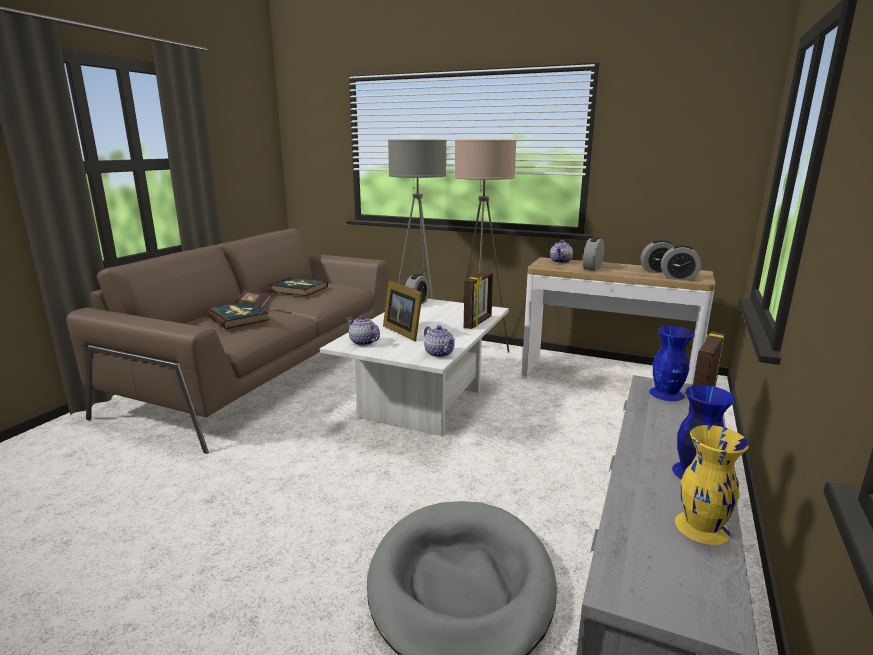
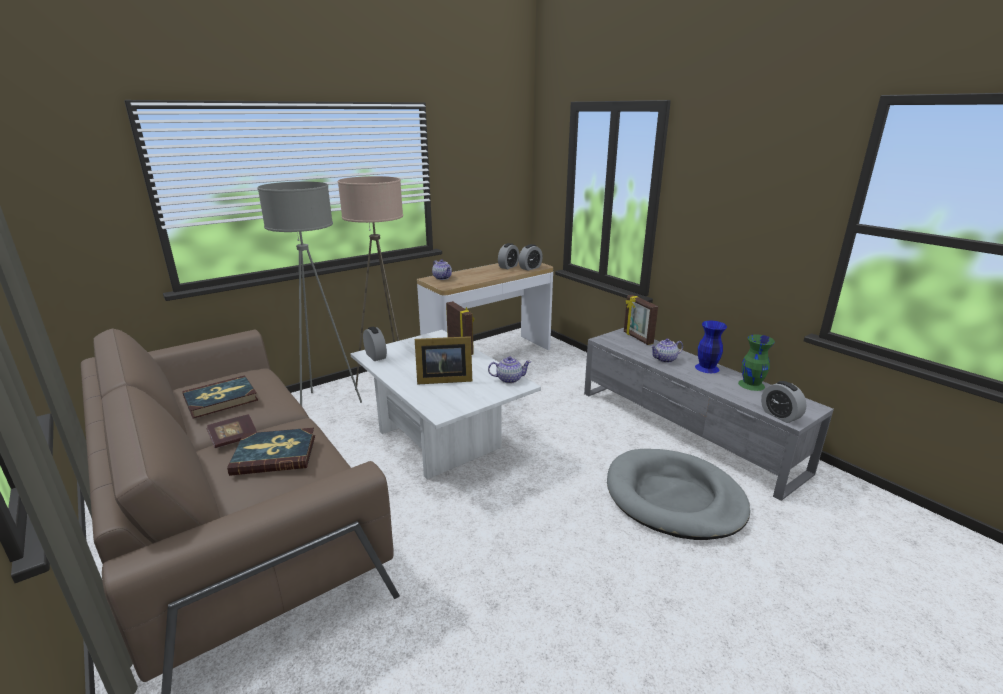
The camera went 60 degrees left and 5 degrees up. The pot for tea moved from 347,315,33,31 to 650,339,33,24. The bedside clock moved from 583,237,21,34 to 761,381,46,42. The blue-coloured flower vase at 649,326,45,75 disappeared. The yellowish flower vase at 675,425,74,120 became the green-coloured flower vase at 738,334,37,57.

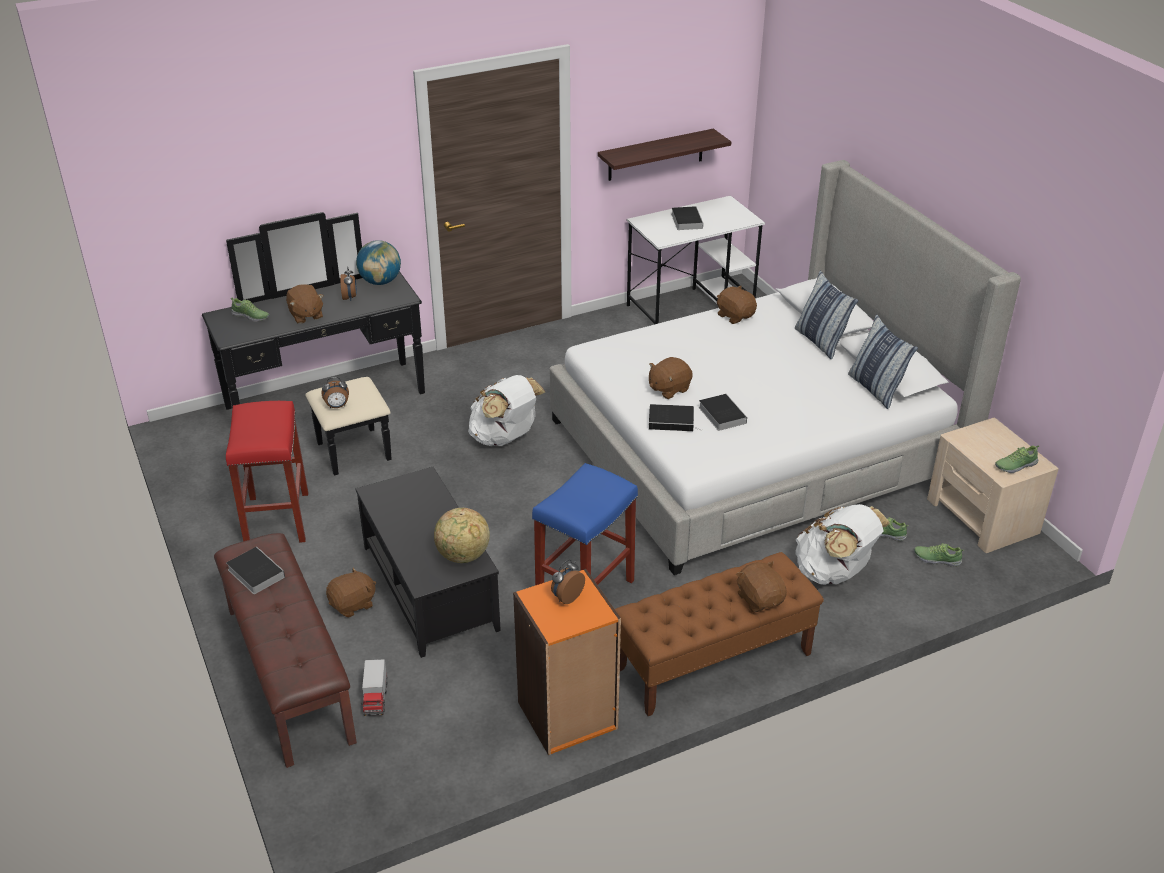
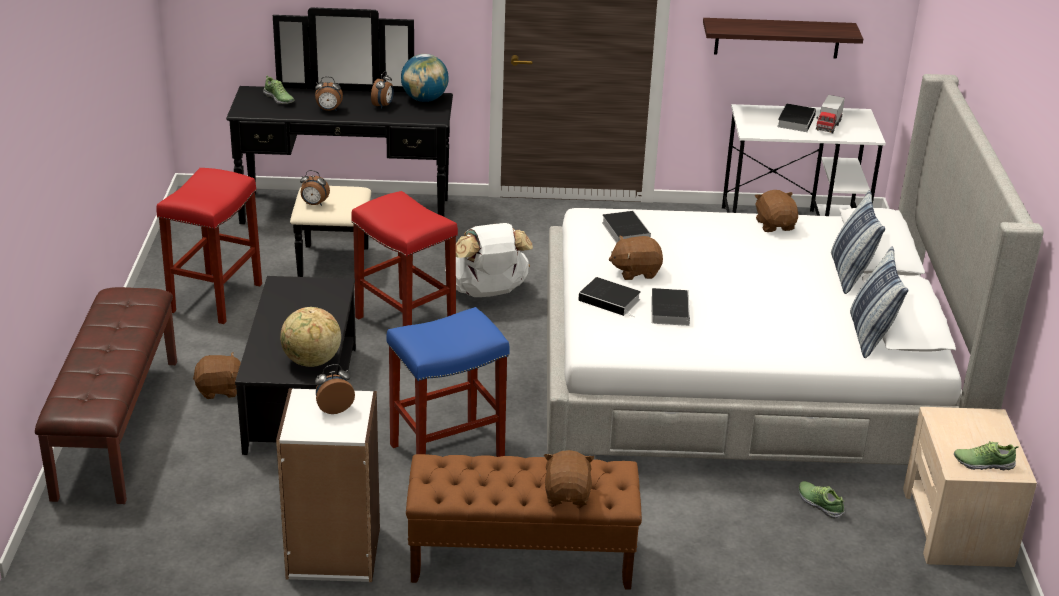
The camera went 25 degrees right and 5 degrees down. The bound book moved from 226,547,59,47 to 602,211,49,32. The brown soft toy at 286,284,38,40 was replaced by the bedside clock at 315,76,28,35. The model truck moved from 361,659,26,57 to 816,95,29,38. The orange shelving unit at 513,569,108,186 became the whitish shelving unit at 276,388,104,194. The whitish rucksack at 796,504,94,81 disappeared. The item of footwear at 914,543,50,24 disappeared. The red stool seat at 351,191,107,135 appeared.

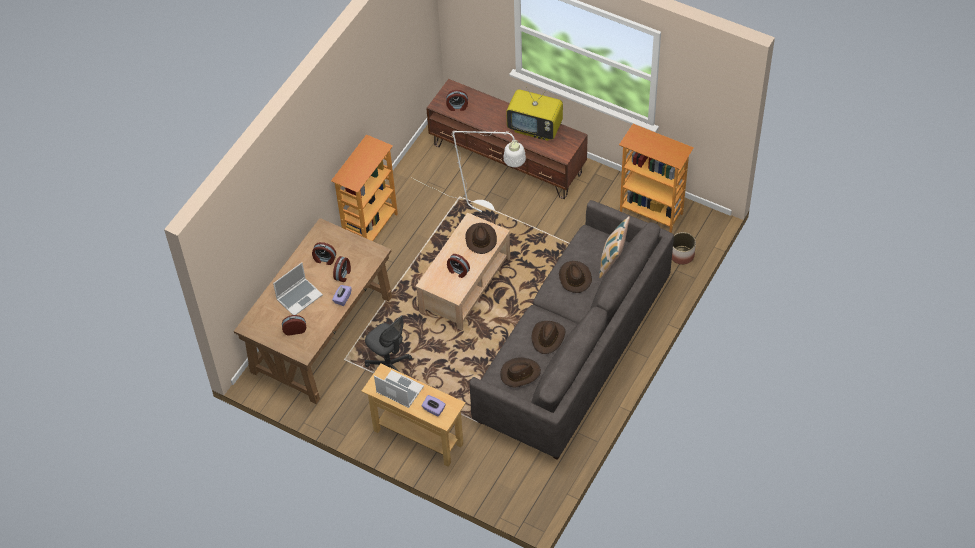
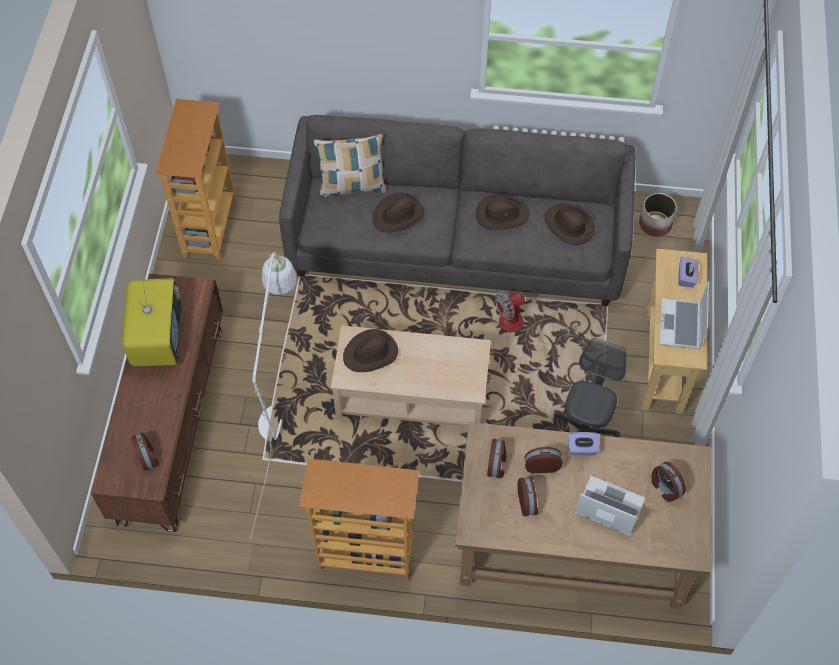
The camera went 115 degrees left and 5 degrees up. The bedside clock moved from 447,254,23,24 to 487,439,19,39. The planter moved from 672,232,24,33 to 639,193,38,44. The fan at 495,291,75,53 appeared.

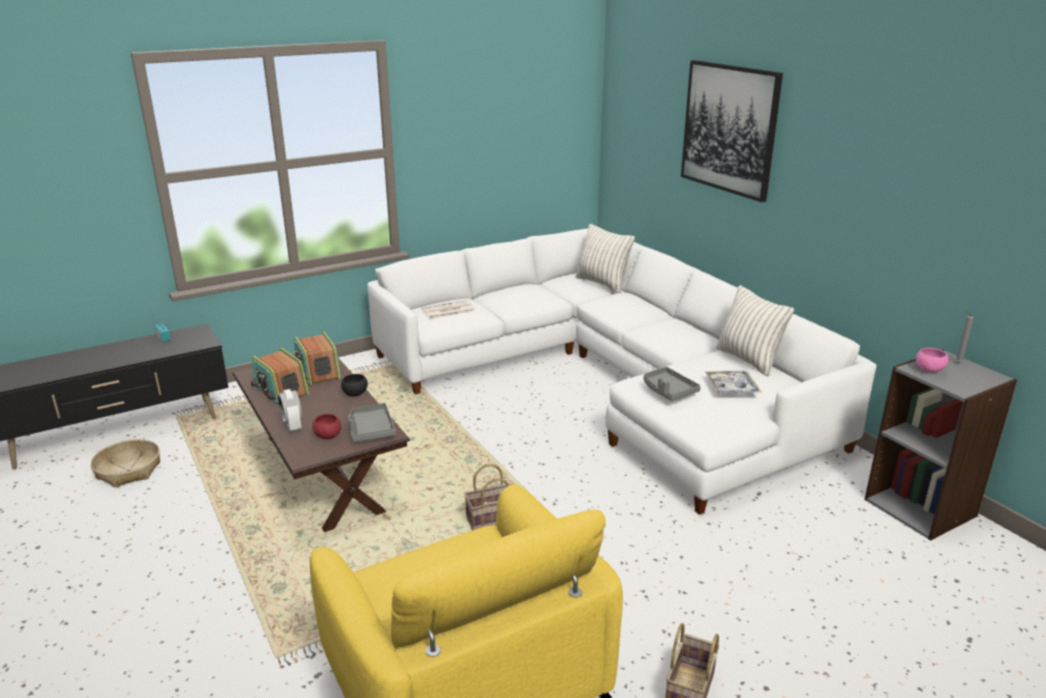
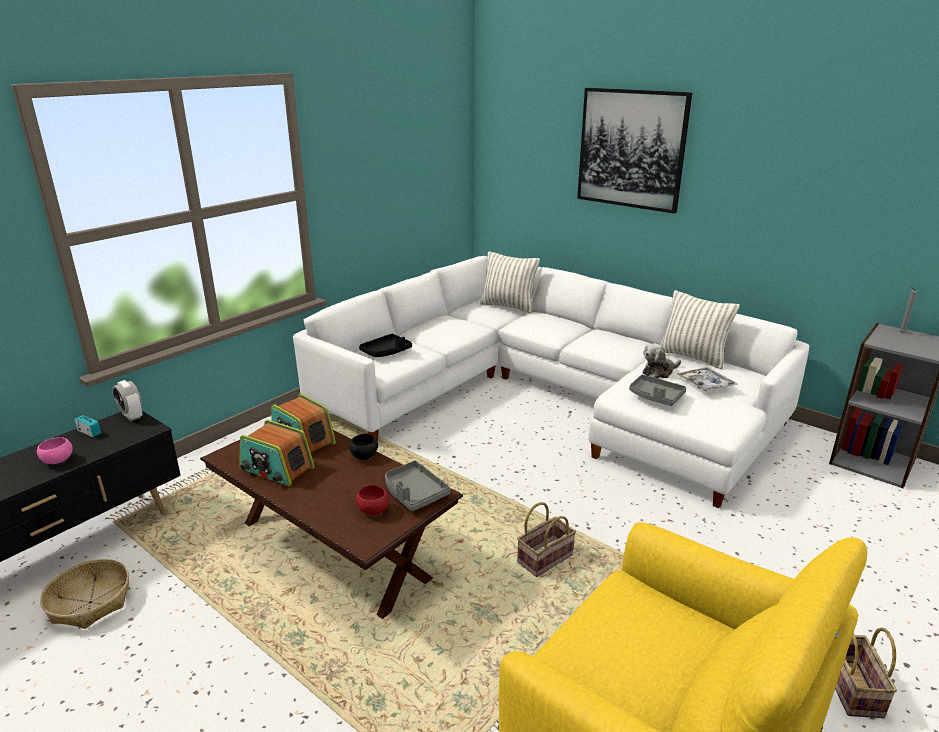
The camera went 20 degrees left and 0 degrees up. The bedside clock moved from 278,389,24,43 to 112,380,31,41. The printed paper at 421,300,54,19 was replaced by the black-coloured tray at 359,334,53,23. The pink serving bowl moved from 916,348,33,25 to 37,437,36,27. The soft toy at 642,343,39,35 appeared.

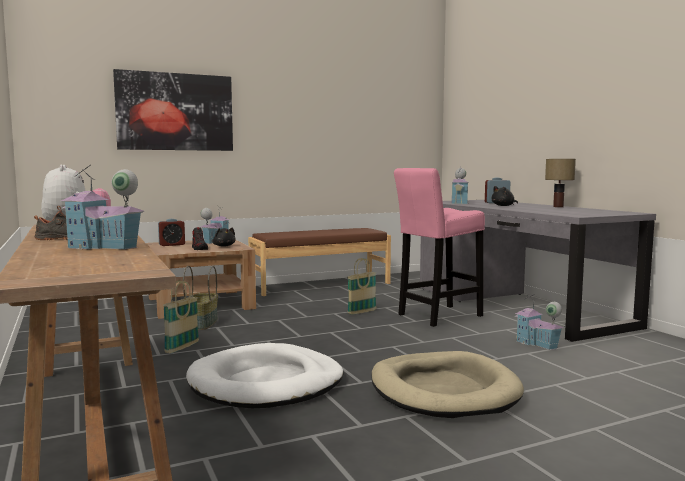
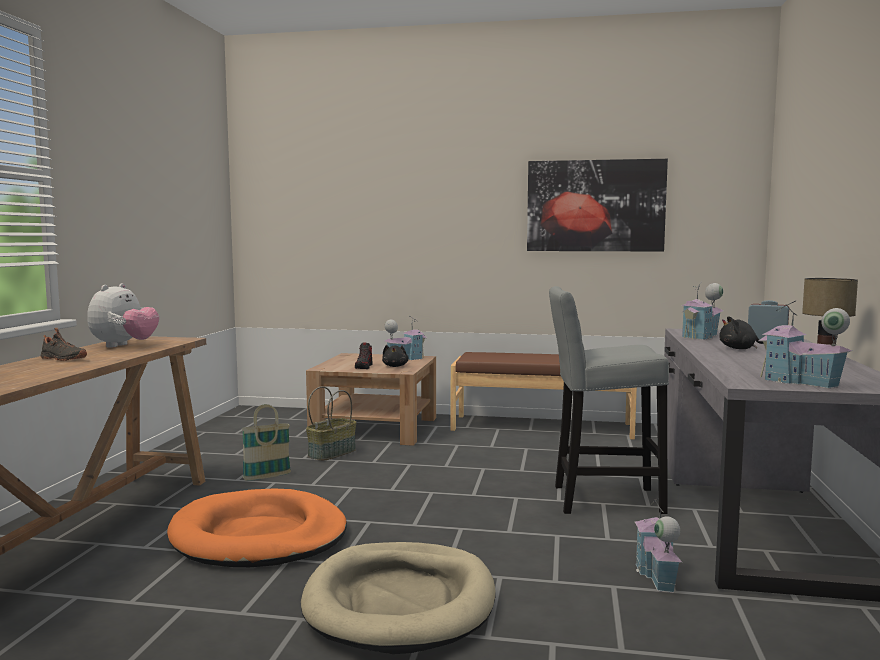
The camera went 35 degrees right and 0 degrees up. The model house moved from 61,164,83,86 to 758,300,94,88. The picture moved from 113,69,120,82 to 527,159,141,92. The bedside clock at 158,219,27,27 disappeared. The whitish dog bed at 186,343,157,65 became the orange dog bed at 167,488,180,79. The basket at 348,258,28,57 disappeared. The pink stool seat at 394,168,91,159 became the gray stool seat at 549,286,120,228.

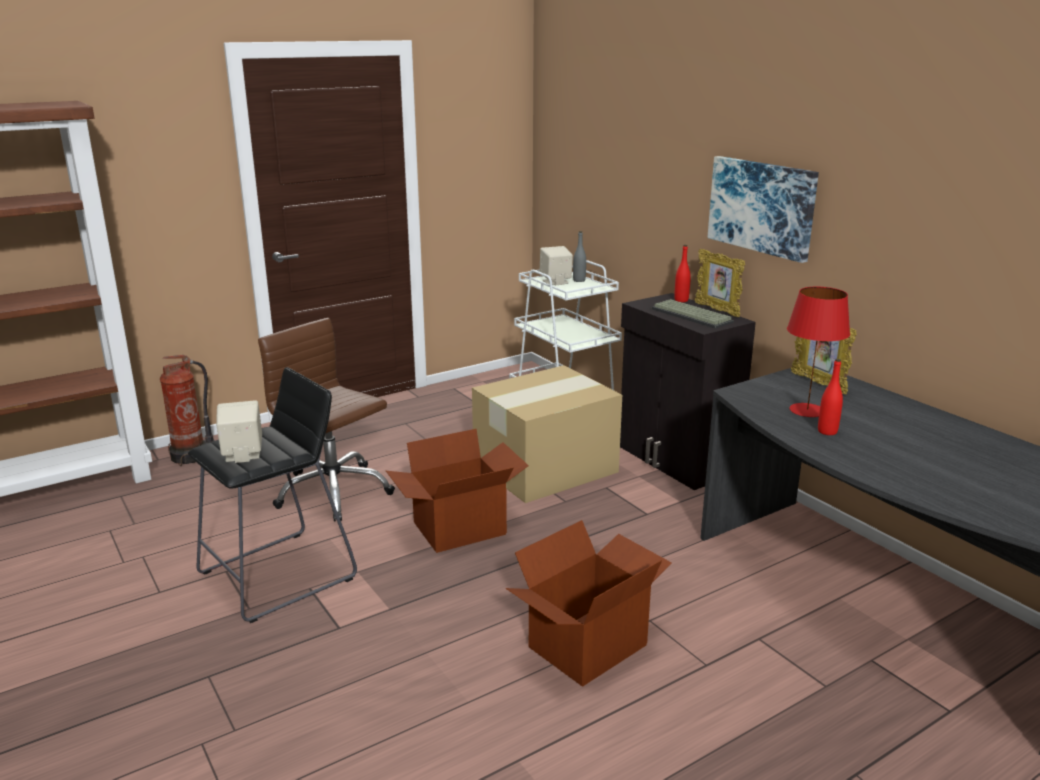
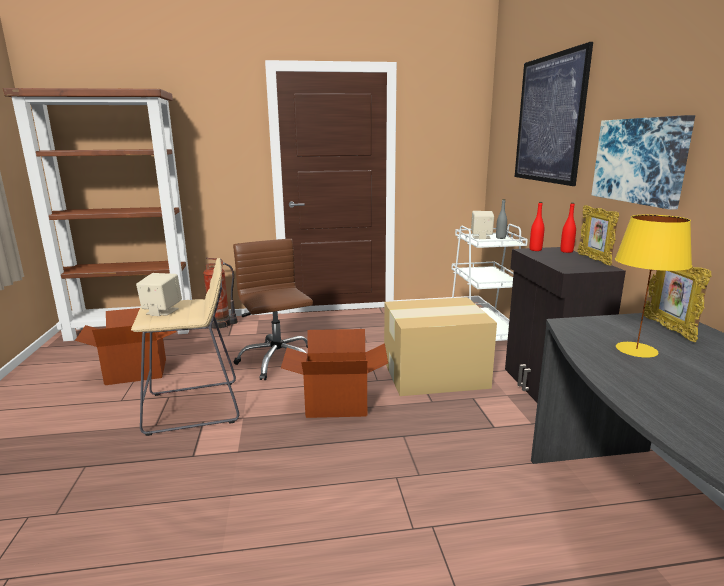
The camera went 25 degrees right and 5 degrees down. The black-coloured stool seat at 188,367,169,256 became the beige-coloured stool seat at 131,258,108,178. The cardboard box moved from 506,520,166,167 to 75,308,101,77. The keyboard at 652,299,82,30 disappeared. The red table lamp at 787,287,63,130 became the yellowish table lamp at 615,215,77,143. The red beverage bottle moved from 818,359,25,76 to 530,202,14,49. The picture at 515,42,78,144 appeared.

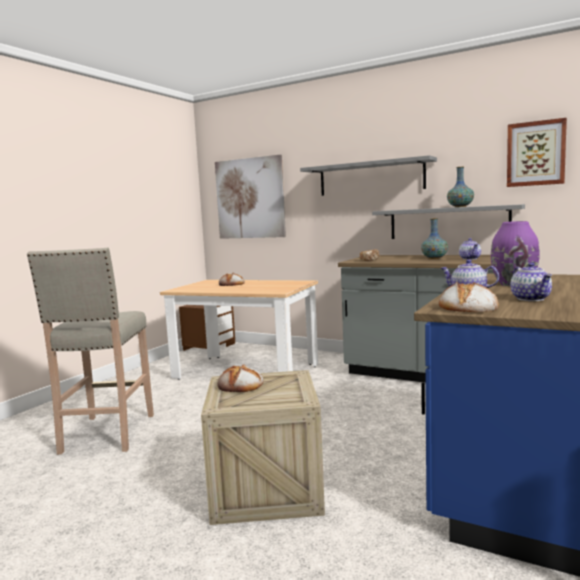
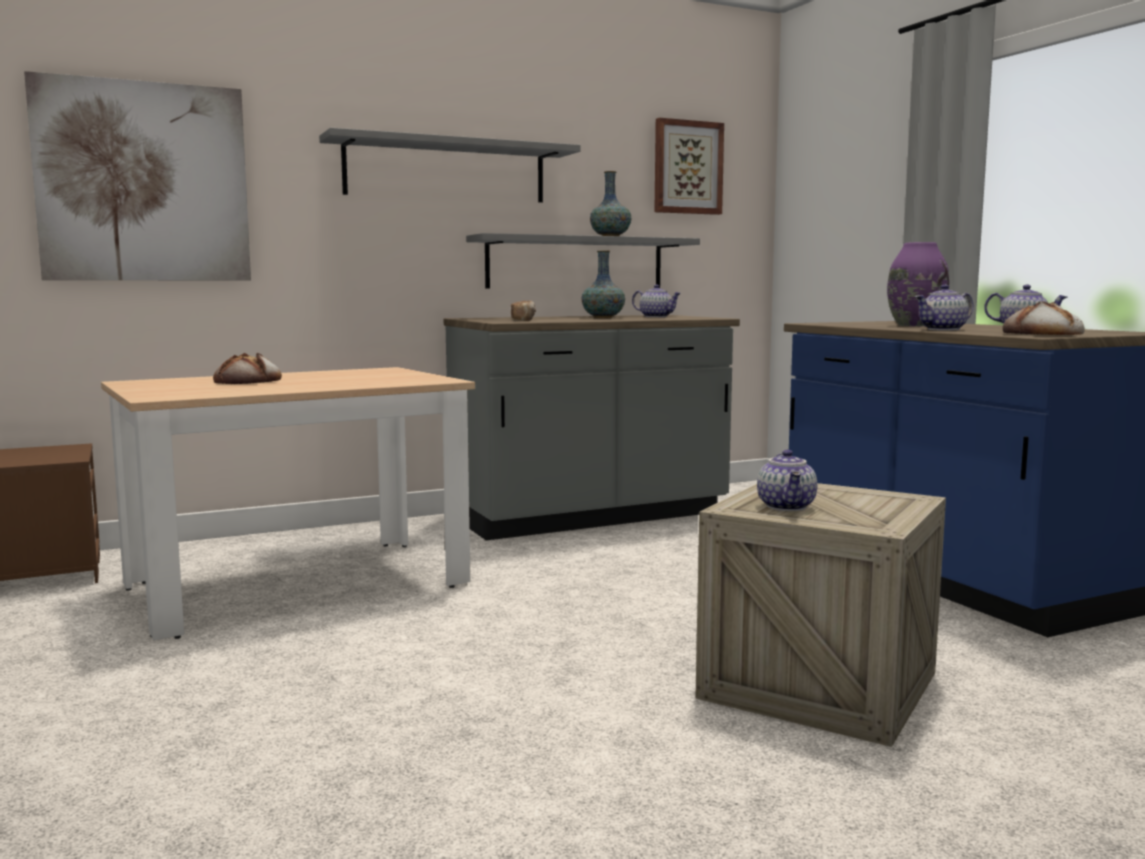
The camera went 55 degrees left and 0 degrees up. The beige-coloured stool seat at 27,248,127,207 disappeared. The baked bread at 217,364,47,28 was replaced by the pot for tea at 757,450,60,61.

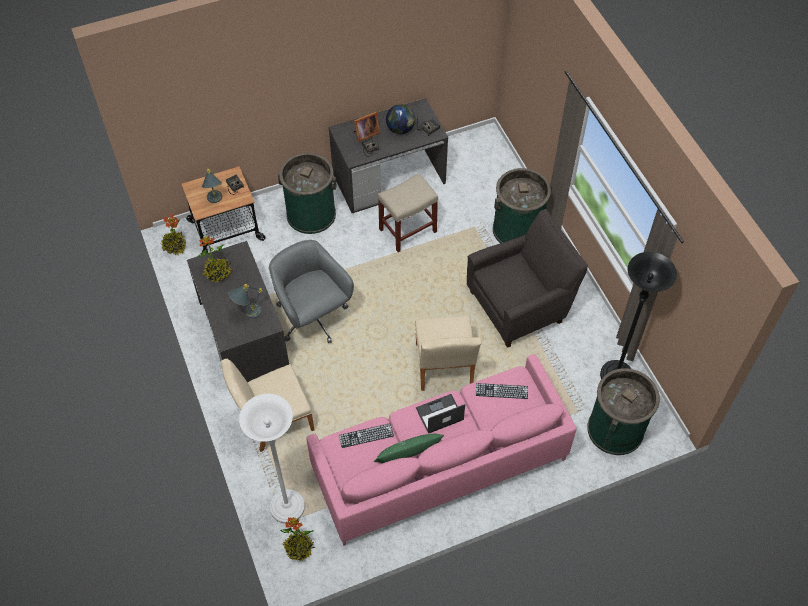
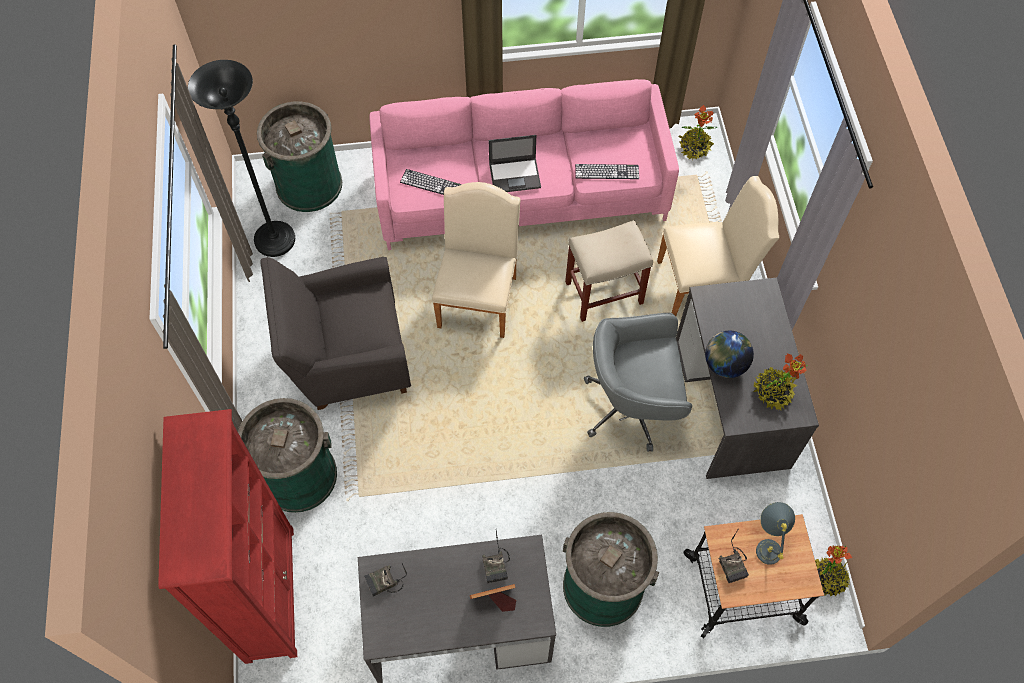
The camera went 165 degrees left and 5 degrees up. The gray table lamp at 229,284,33,34 disappeared. The whitish floor lamp at 239,394,66,129 disappeared. The gray desk chair at 269,240,85,103 turned 105 degrees clockwise. The green-coloured pillow at 374,434,70,29 disappeared. The beige-coloured stool seat moved from 377,173,61,79 to 565,220,88,102. The world globe moved from 386,104,29,30 to 705,331,49,47. The red shelving unit at 158,409,139,255 appeared.

